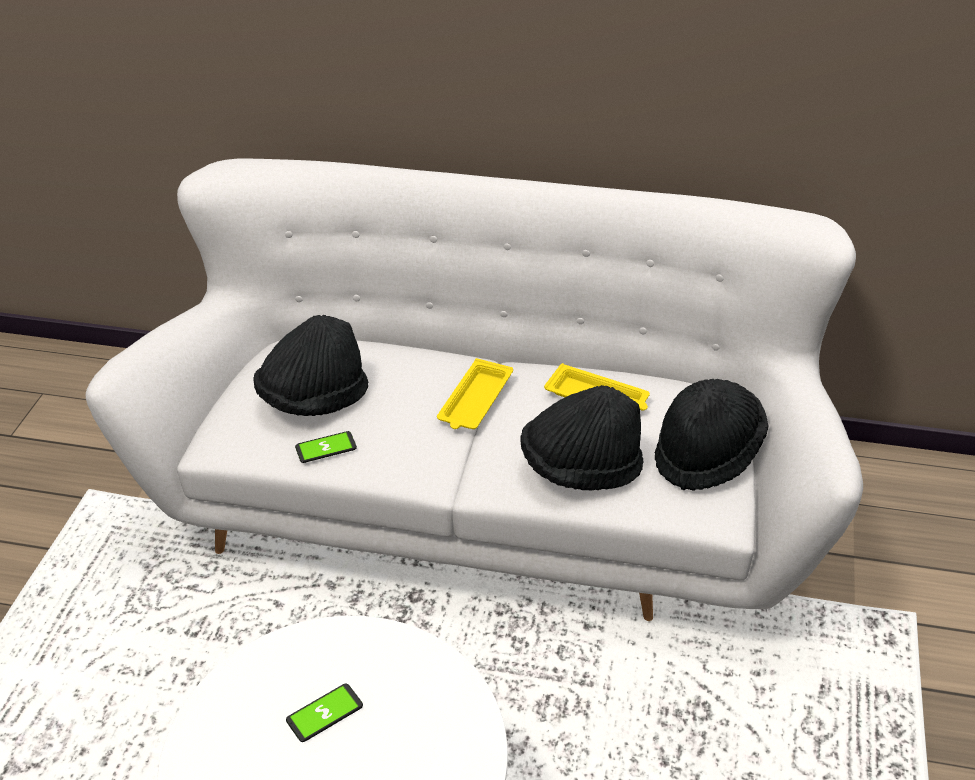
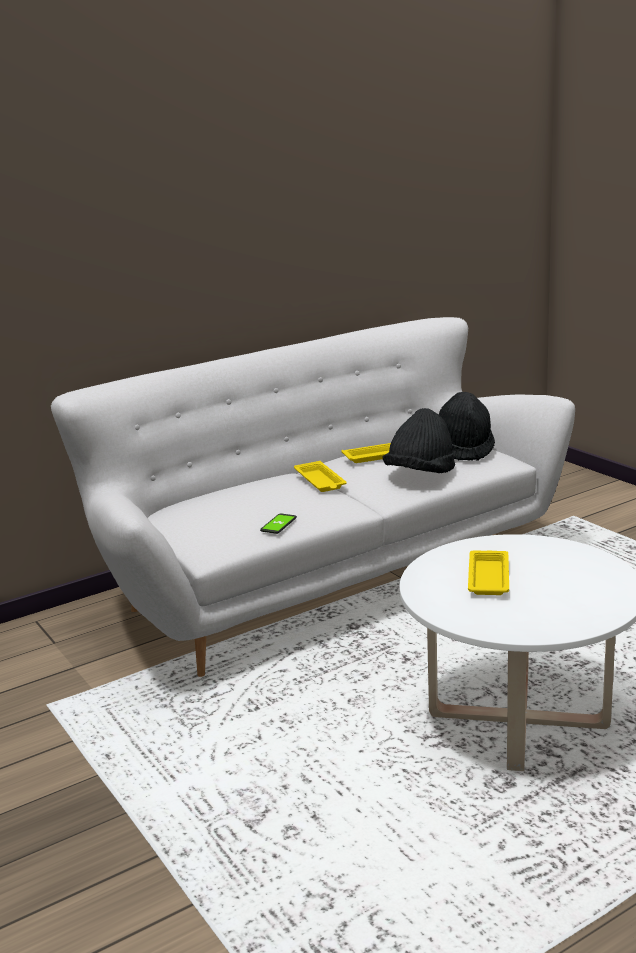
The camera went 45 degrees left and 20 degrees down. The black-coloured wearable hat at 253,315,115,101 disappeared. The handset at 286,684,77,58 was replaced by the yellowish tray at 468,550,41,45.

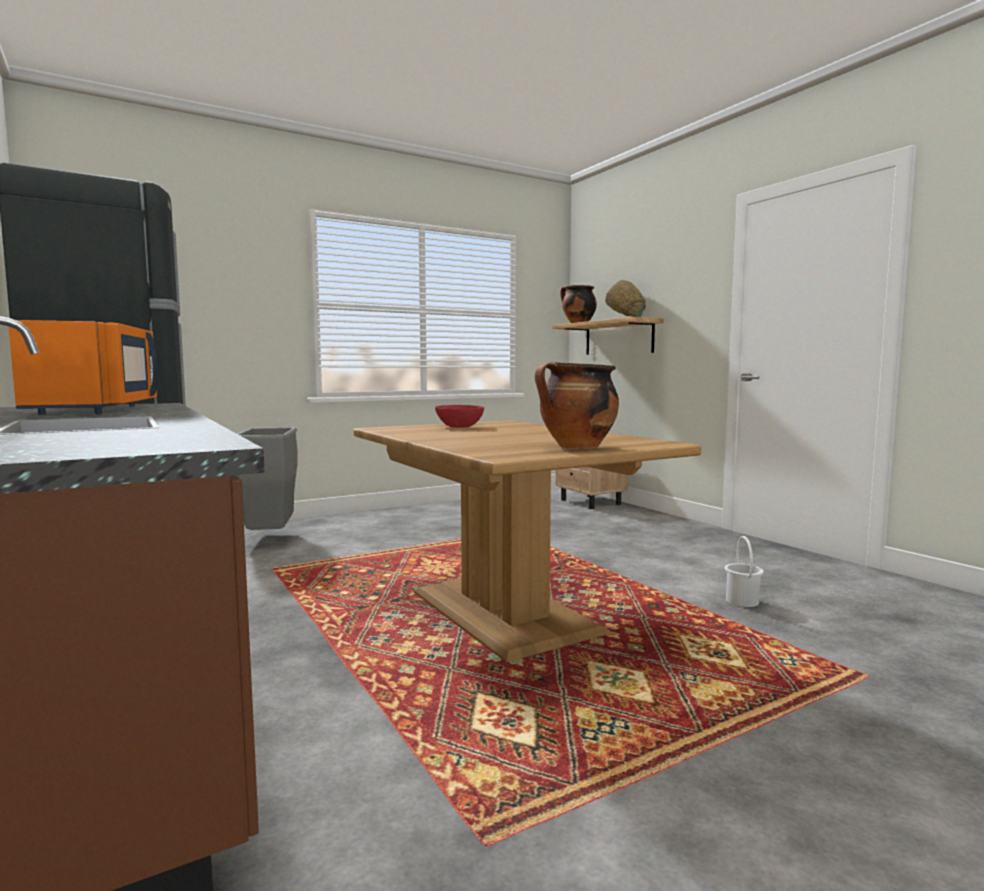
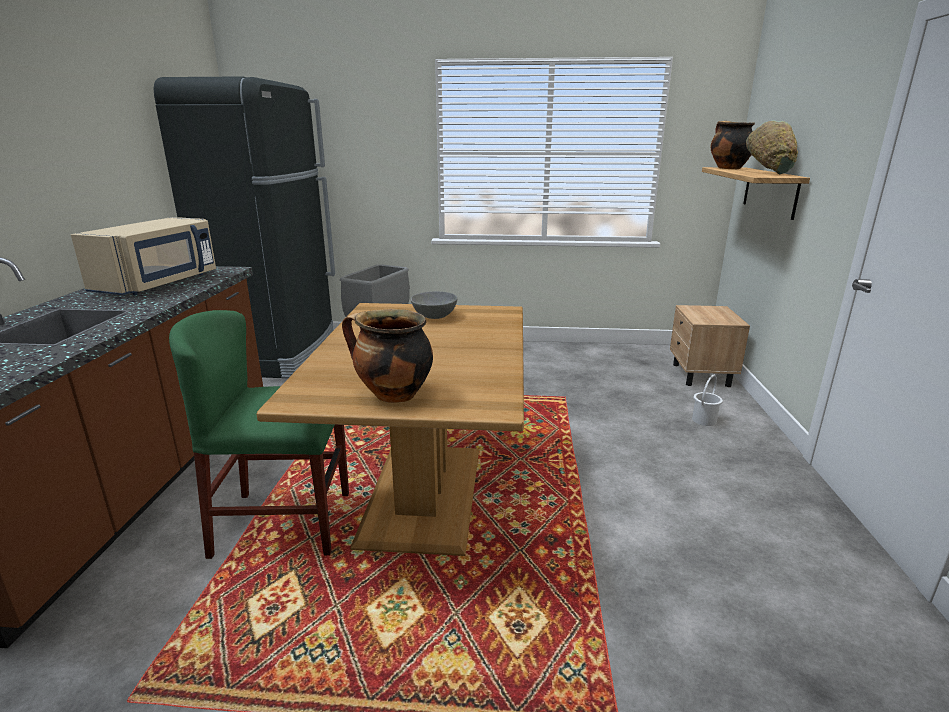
The camera went 35 degrees right and 15 degrees up. The orange kitchen microwave at 9,320,148,94 became the beige-coloured kitchen microwave at 71,217,145,78. The red serving bowl at 435,405,49,23 became the gray serving bowl at 411,291,47,28. The whitish water bucket moved from 725,536,39,71 to 692,375,31,51. The green-coloured plain chair at 169,310,180,249 appeared.

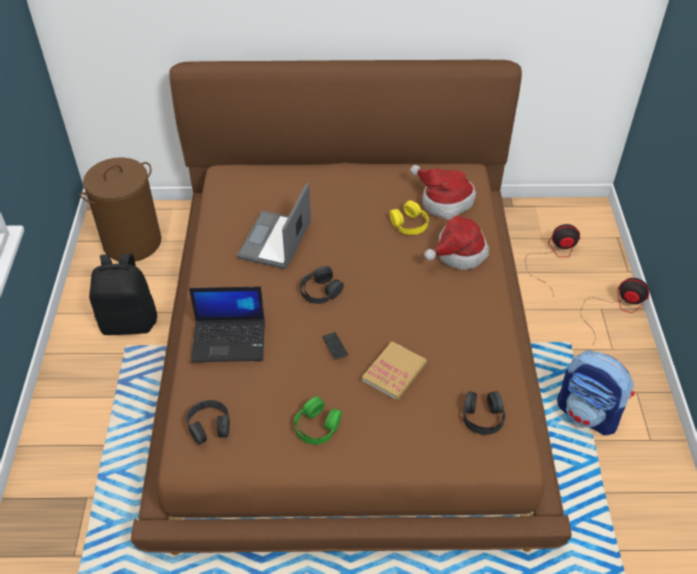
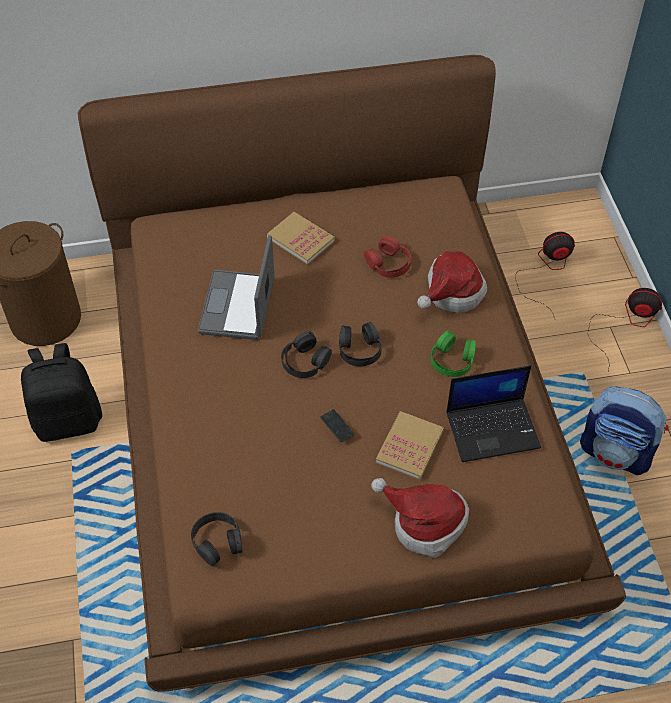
The camera went 10 degrees left and 5 degrees up. The notebook computer moved from 189,287,76,75 to 447,365,94,97. The green-coloured headset moved from 294,397,48,48 to 431,330,45,47. The yellowish headset at 390,200,39,35 became the red headset at 364,236,47,42. The wearable hat moved from 410,165,66,55 to 371,478,98,80. The black-coloured headset moved from 463,391,42,44 to 339,322,43,44. The bound book at 267,212,68,53 appeared.

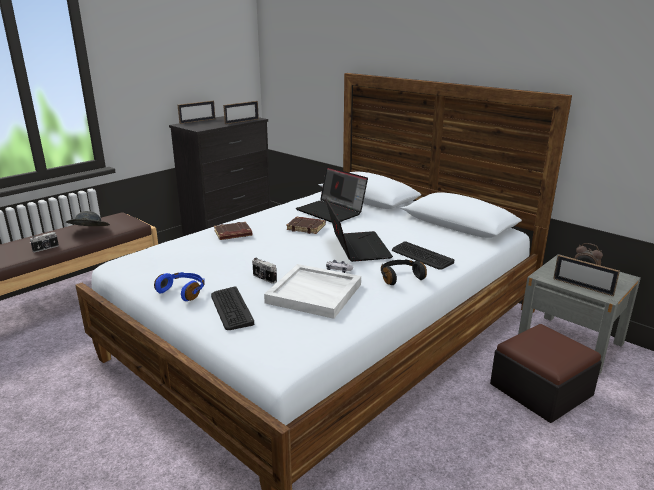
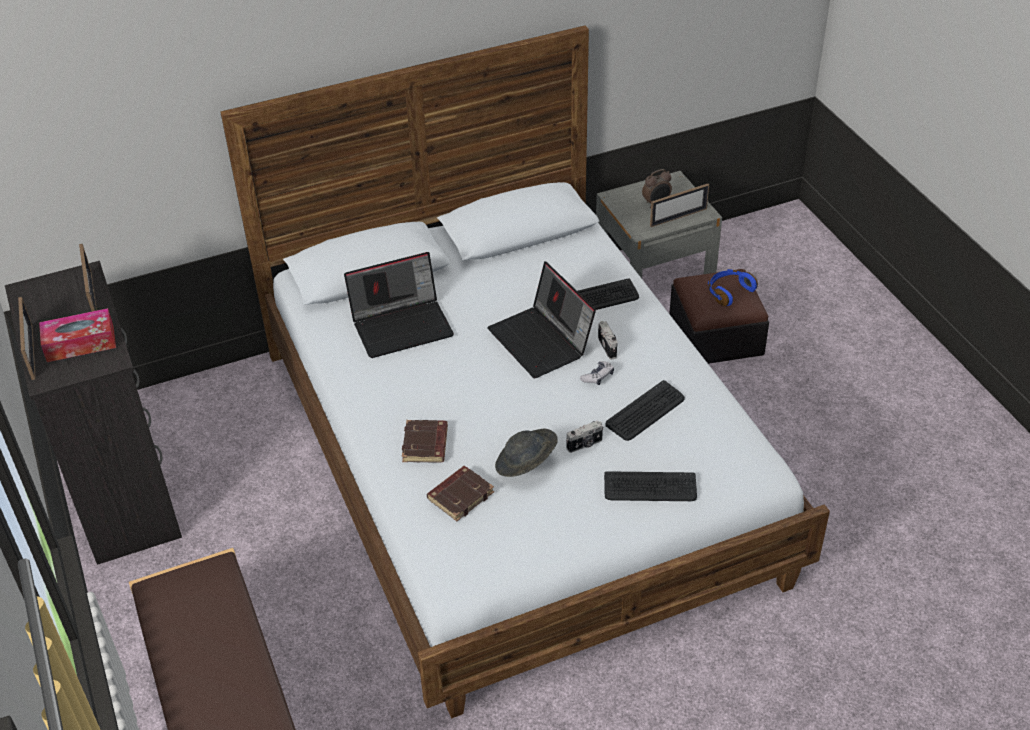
The camera went 65 degrees left and 20 degrees up. The photo camera moved from 30,232,29,20 to 598,321,20,39. The gray wearable hat moved from 66,211,44,15 to 495,428,63,49. The blue-coloured headset moved from 154,272,51,29 to 708,269,50,37. The whitish tray at 264,264,97,55 was replaced by the keyboard at 606,380,79,61. The brown bound book moved from 286,217,40,17 to 427,466,67,55. The notebook computer at 325,198,68,64 turned 135 degrees counterclockwise. The black-coloured headset at 381,259,46,26 disappeared. The box of tissues at 39,308,77,54 appeared.

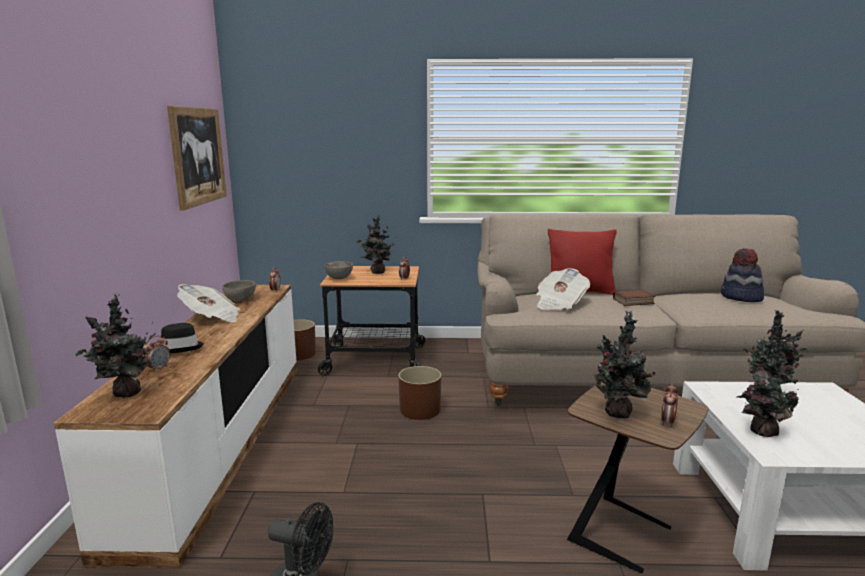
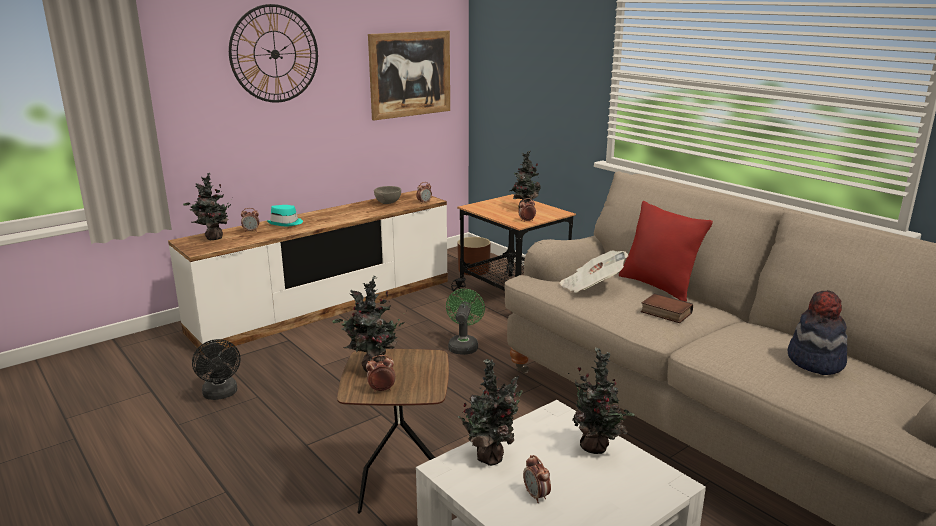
The camera went 50 degrees right and 5 degrees up. The black-coloured wearable hat at 161,323,43,30 became the turquoise-coloured wearable hat at 266,205,37,21. The printed paper at 177,284,63,38 disappeared. The gray serving bowl at 325,261,28,18 disappeared. The brown planter at 398,366,43,54 was replaced by the green-coloured fan at 446,289,39,66. The wall clock at 229,4,89,99 appeared. The bedside clock at 523,455,28,48 appeared.

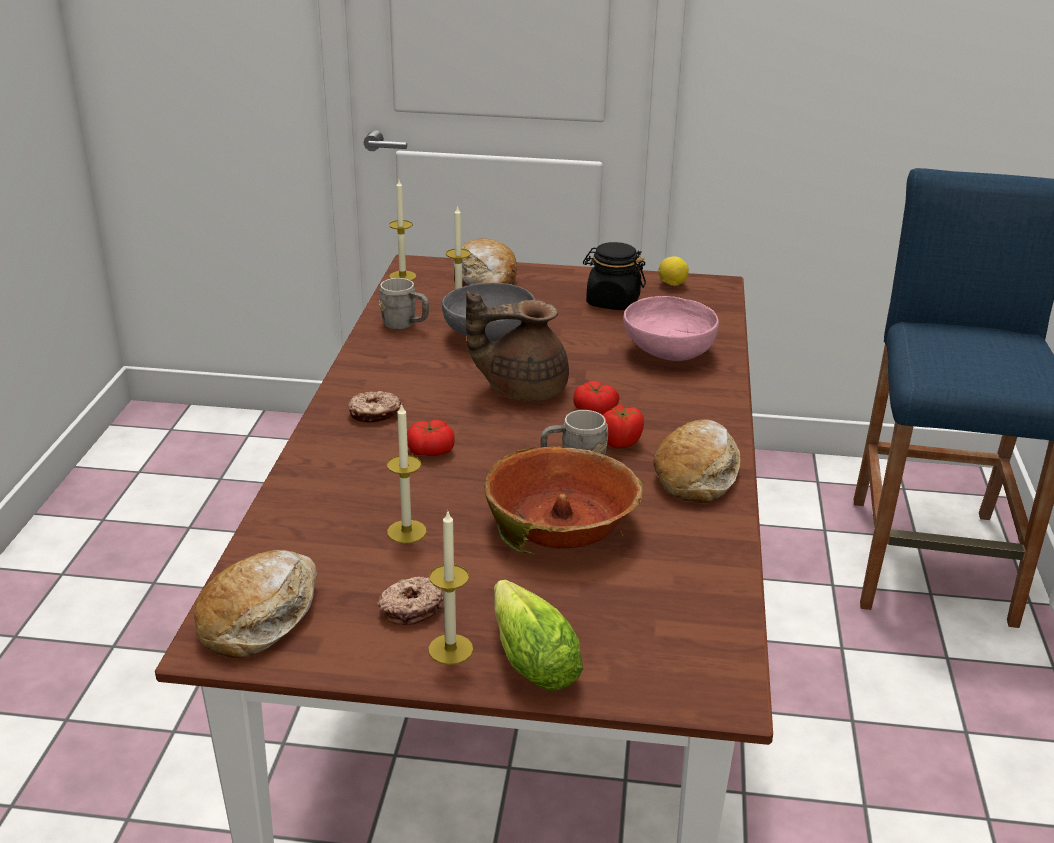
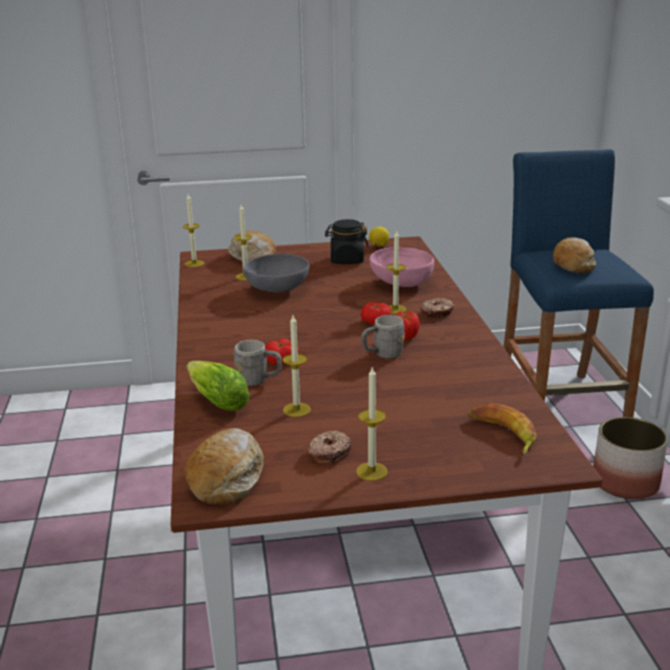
The camera went 15 degrees left and 5 degrees down. The doughnut moved from 348,391,53,32 to 420,298,35,20. The gray mug moved from 379,278,50,52 to 233,340,49,46. The brown pot for tea at 466,291,103,110 disappeared. The serving bowl at 484,446,159,109 disappeared. The lettuce head moved from 494,580,89,111 to 187,361,63,50. The baked bread moved from 653,419,87,84 to 553,237,43,36. The wax candle at 387,231,20,83 appeared. The whole banana at 468,404,69,52 appeared. The planter at 593,417,75,82 appeared.

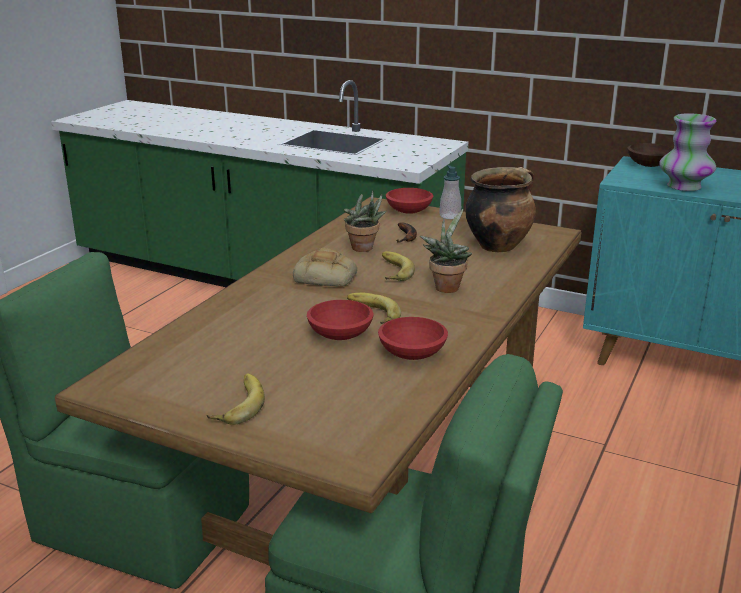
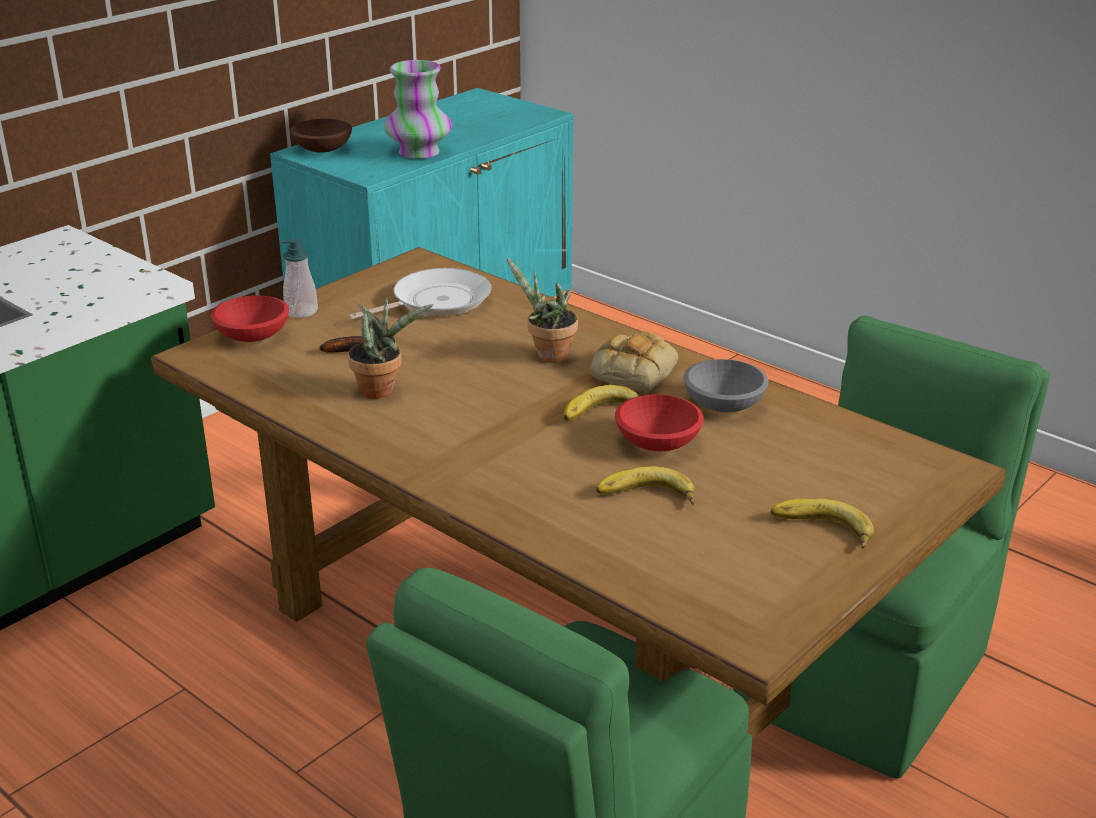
The camera went 75 degrees left and 5 degrees up. The baked bread moved from 293,248,64,39 to 590,331,88,60. The red serving bowl at 378,317,70,43 became the gray serving bowl at 684,359,84,53. The whole banana moved from 382,251,33,30 to 596,466,99,39. The cooking pot at 465,167,71,85 was replaced by the skillet at 349,268,143,51.

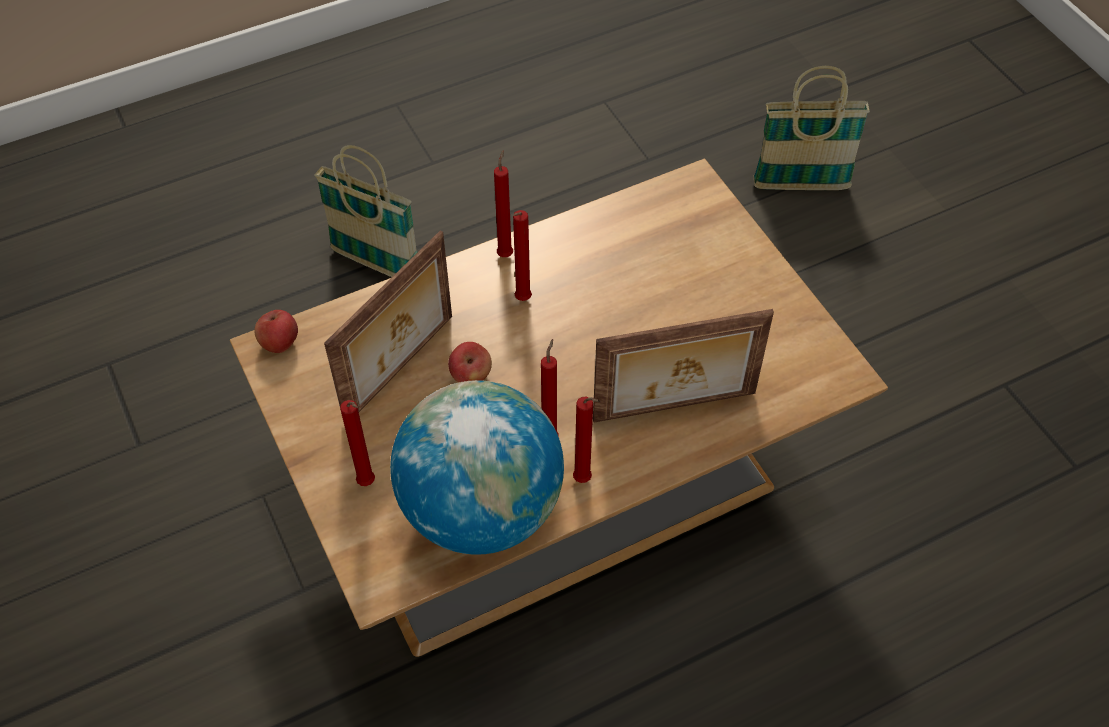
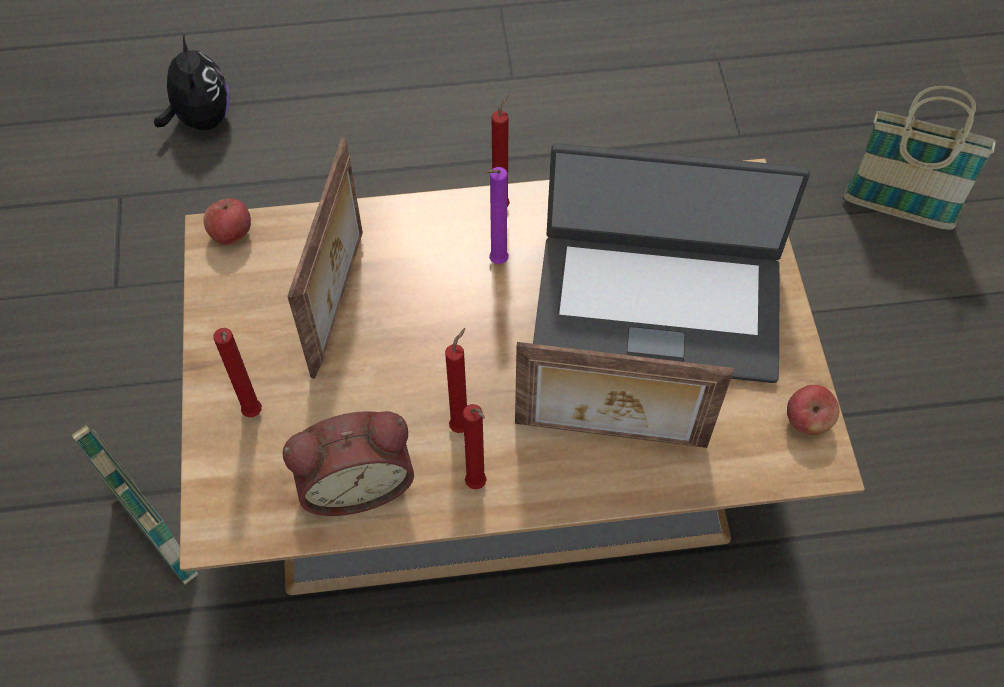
The camera went 20 degrees right and 5 degrees up. The basket moved from 314,145,103,132 to 71,425,127,159. The photo frame at 324,231,128,181 turned 45 degrees counterclockwise. The world globe at 390,380,174,175 was replaced by the bedside clock at 282,411,132,105. The apple moved from 448,342,44,40 to 787,385,52,50. The red wax candle at 513,210,19,91 became the purplish wax candle at 485,167,24,97. The soft toy at 154,34,75,96 appeared. The notebook computer at 533,143,277,240 appeared.

